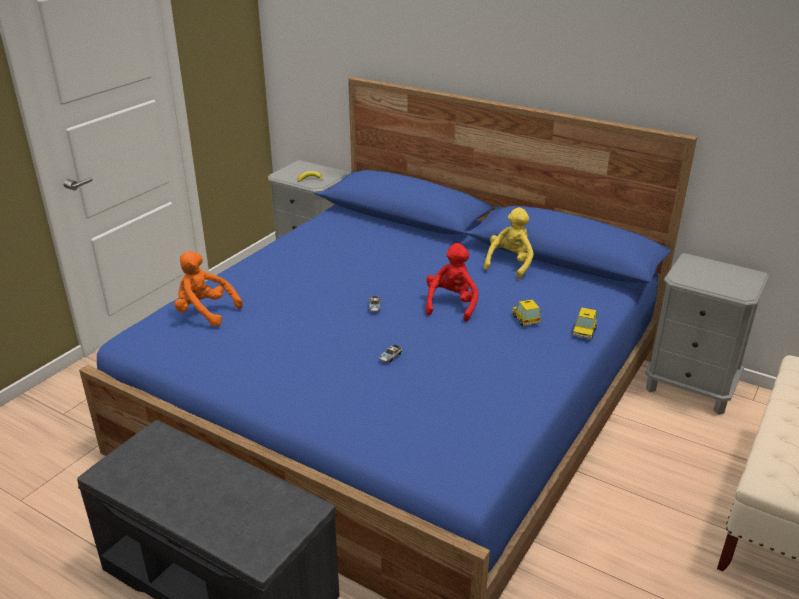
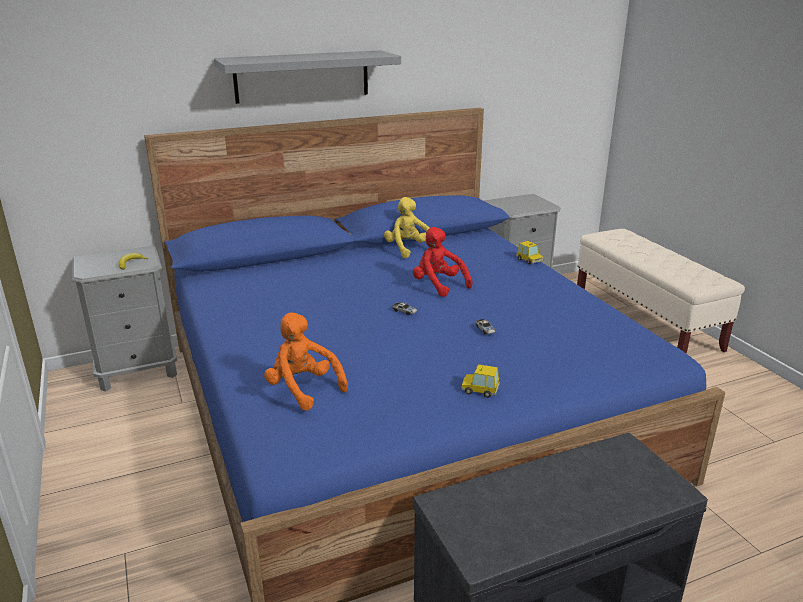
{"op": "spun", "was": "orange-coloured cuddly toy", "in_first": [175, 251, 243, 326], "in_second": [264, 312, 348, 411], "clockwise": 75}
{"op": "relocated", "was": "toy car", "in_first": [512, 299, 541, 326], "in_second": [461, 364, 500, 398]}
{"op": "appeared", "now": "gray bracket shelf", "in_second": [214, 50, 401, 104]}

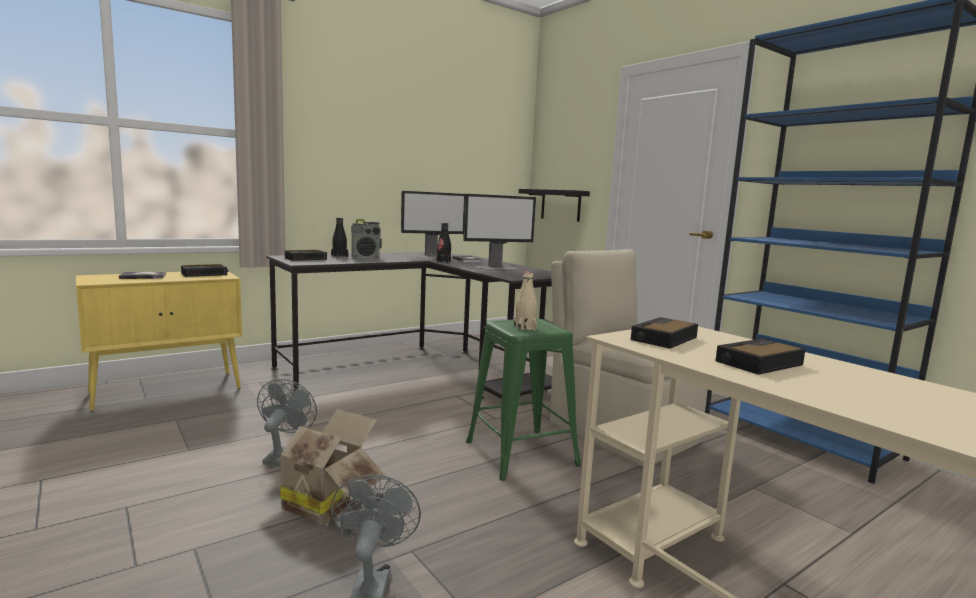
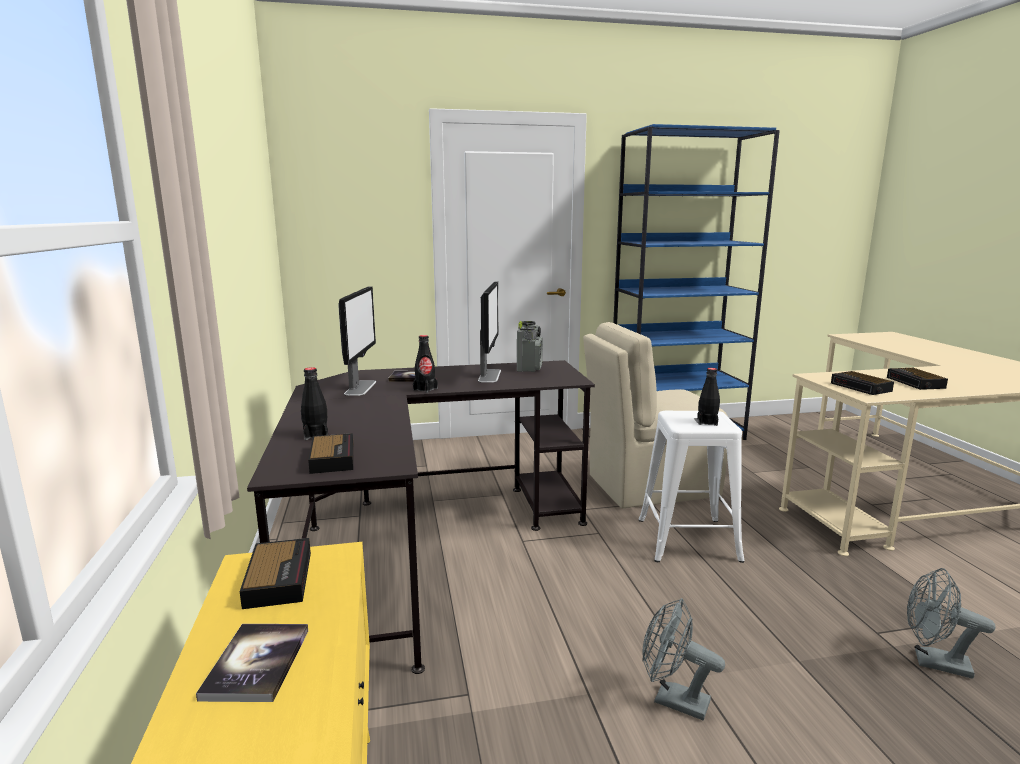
{"op": "missing", "was": "packing box", "in_first": [258, 409, 386, 525]}
{"op": "relocated", "was": "radio receiver", "in_first": [351, 219, 382, 260], "in_second": [517, 321, 543, 372]}
{"op": "colour", "was": "greenish stool", "now": "white-coloured stool", "in_first": [466, 318, 581, 481], "in_second": [638, 411, 744, 563]}
{"op": "colour", "was": "beige-coloured beverage bottle", "now": "blackish beverage bottle", "in_first": [514, 271, 537, 331], "in_second": [697, 368, 720, 426]}
{"op": "missing", "was": "blackish bracket shelf", "in_first": [519, 189, 590, 222]}

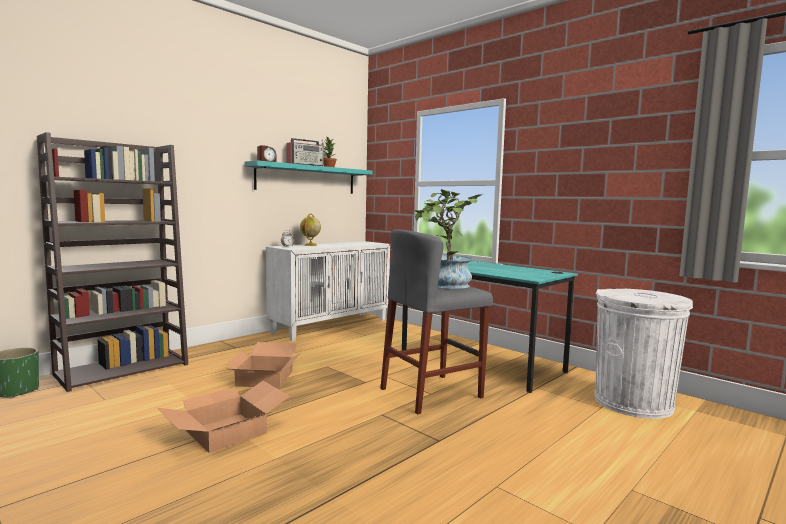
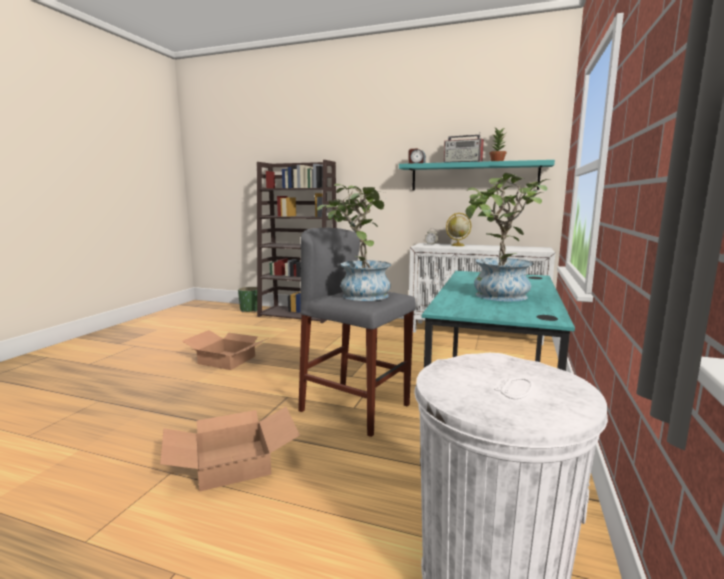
{"op": "relocated", "was": "packing box", "in_first": [226, 342, 300, 388], "in_second": [160, 407, 300, 491]}
{"op": "appeared", "now": "plant in a pot", "in_second": [465, 173, 549, 302]}

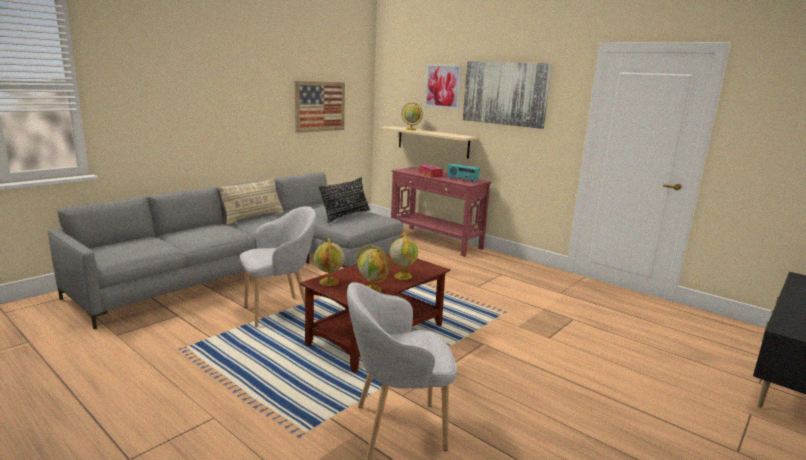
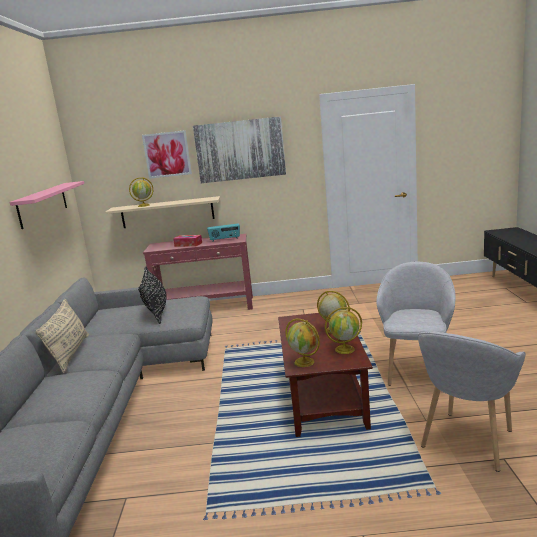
{"op": "relocated", "was": "gray armchair", "in_first": [240, 206, 316, 328], "in_second": [377, 262, 455, 386]}
{"op": "exchanged", "was": "picture", "now": "pinkish bracket shelf", "in_first": [295, 81, 345, 133], "in_second": [9, 181, 84, 229]}

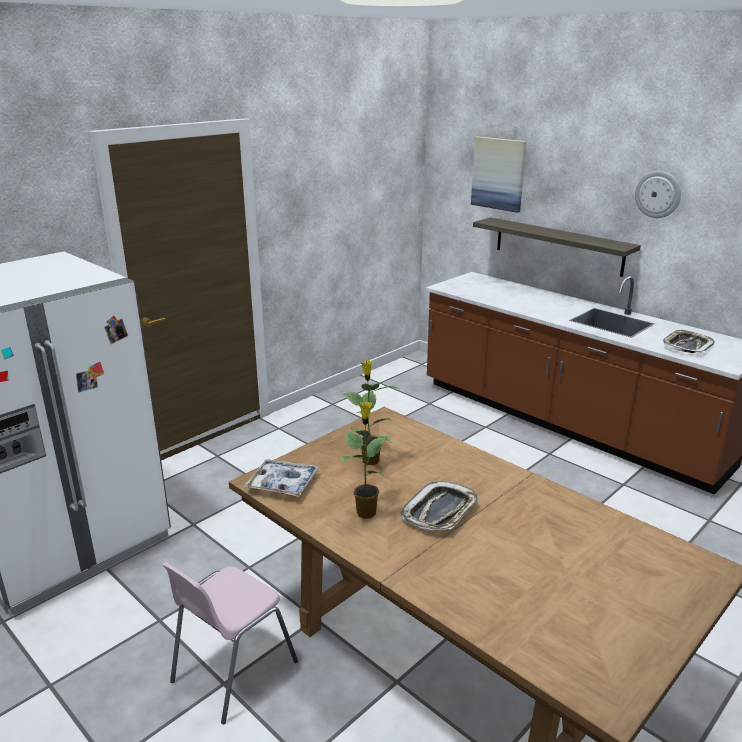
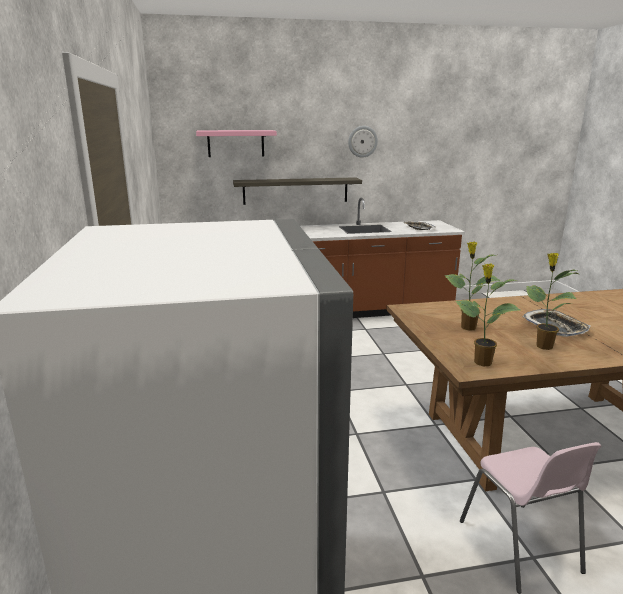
{"op": "exchanged", "was": "tray", "now": "plant in a pot", "in_first": [243, 459, 319, 497], "in_second": [455, 263, 521, 366]}
{"op": "exchanged", "was": "picture", "now": "pinkish bracket shelf", "in_first": [471, 136, 526, 213], "in_second": [196, 130, 277, 157]}

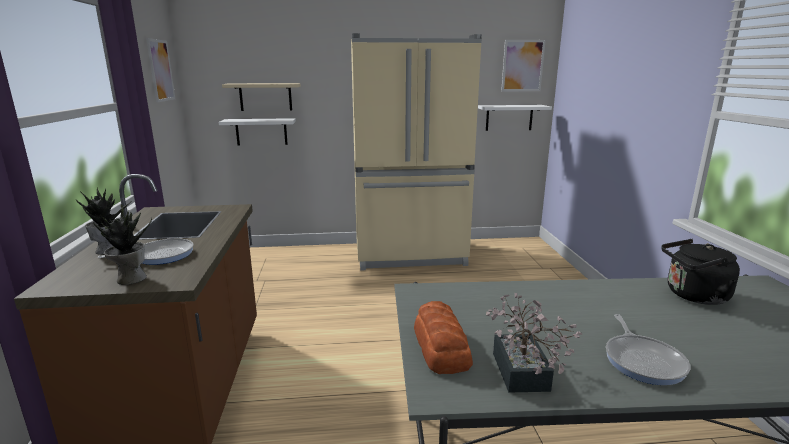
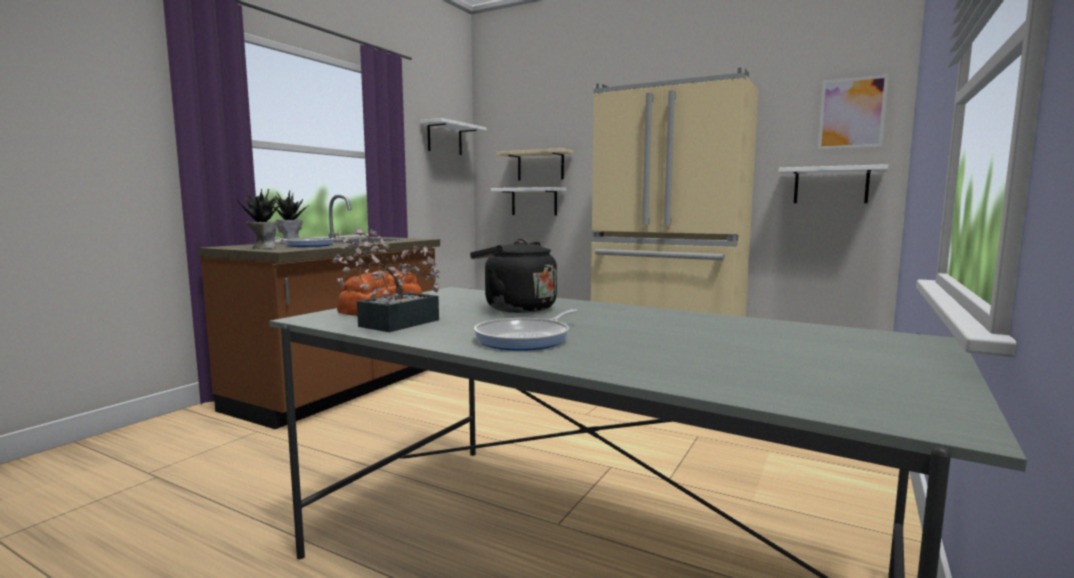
{"op": "exchanged", "was": "picture", "now": "white-coloured bracket shelf", "in_first": [146, 38, 175, 102], "in_second": [420, 118, 487, 155]}
{"op": "relocated", "was": "blackish kettle", "in_first": [661, 239, 740, 305], "in_second": [470, 239, 557, 313]}

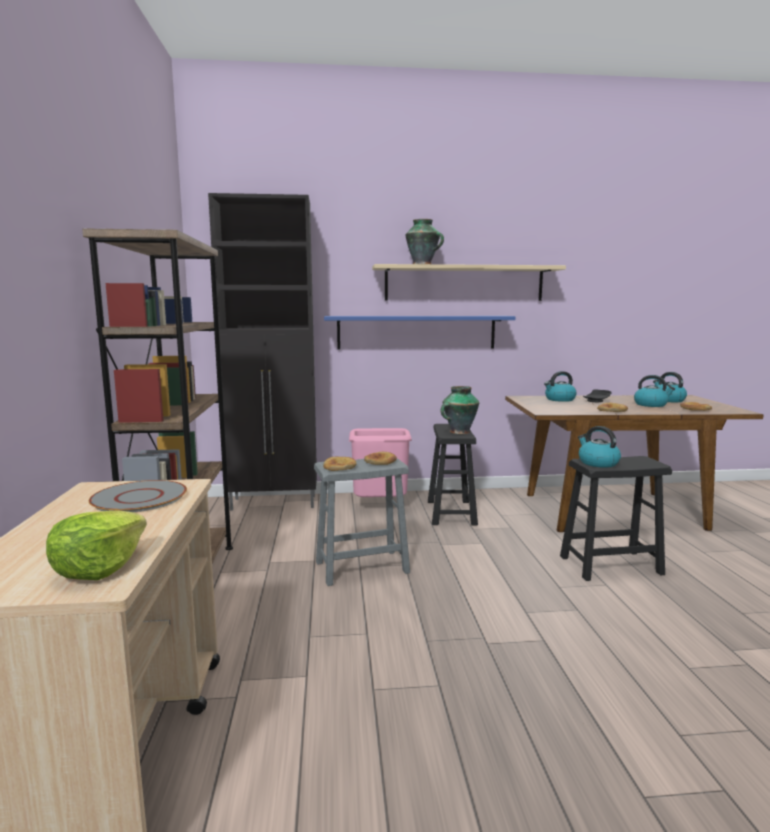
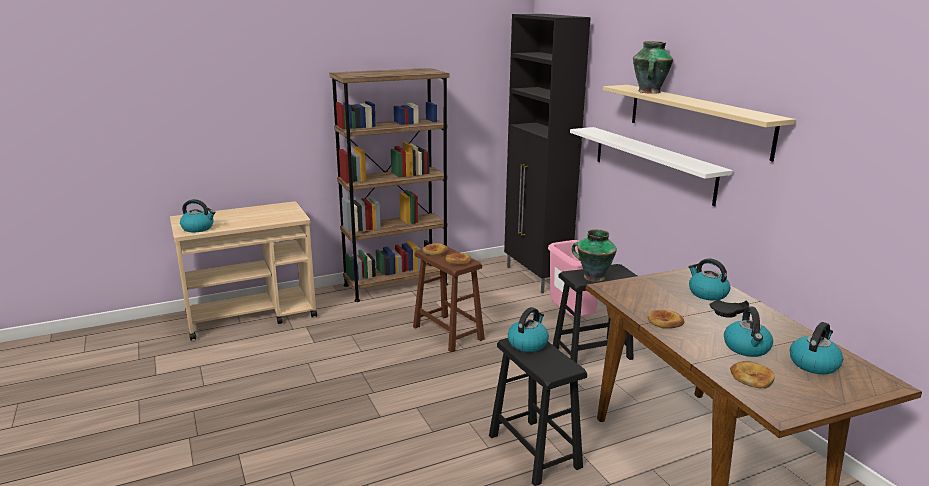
{"op": "exchanged", "was": "head of lettuce", "now": "kettle", "in_first": [46, 511, 147, 580], "in_second": [180, 199, 216, 232]}
{"op": "missing", "was": "gray plate", "in_first": [89, 480, 187, 512]}
{"op": "colour", "was": "gray stool", "now": "brownish stool", "in_first": [314, 458, 410, 586], "in_second": [413, 245, 485, 352]}
{"op": "colour", "was": "blue bracket shelf", "now": "white-coloured bracket shelf", "in_first": [324, 316, 516, 350], "in_second": [570, 127, 733, 206]}

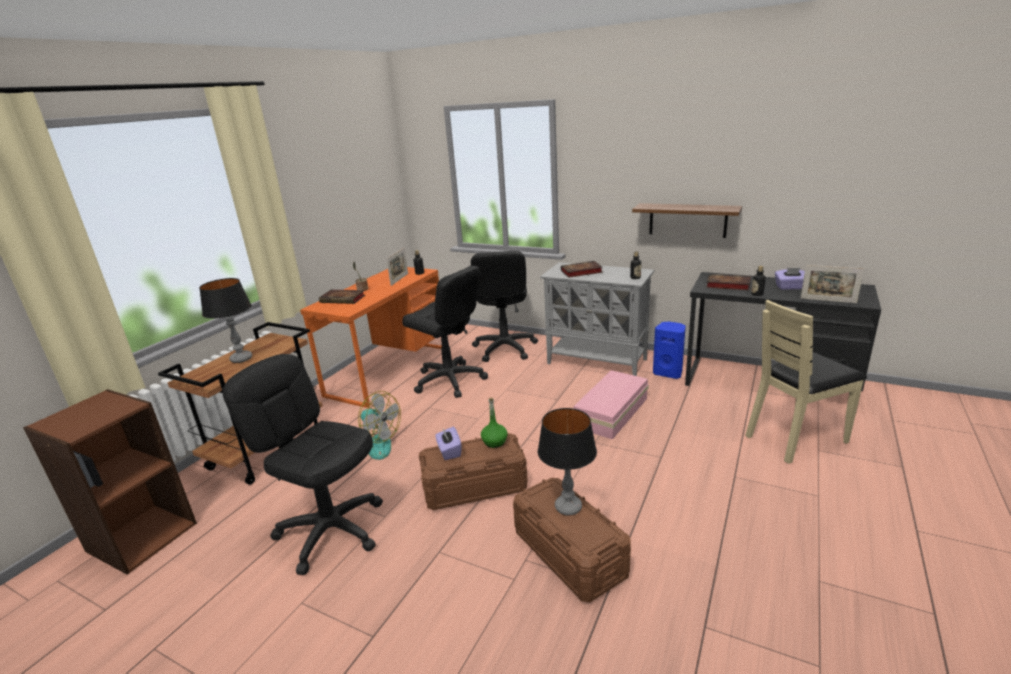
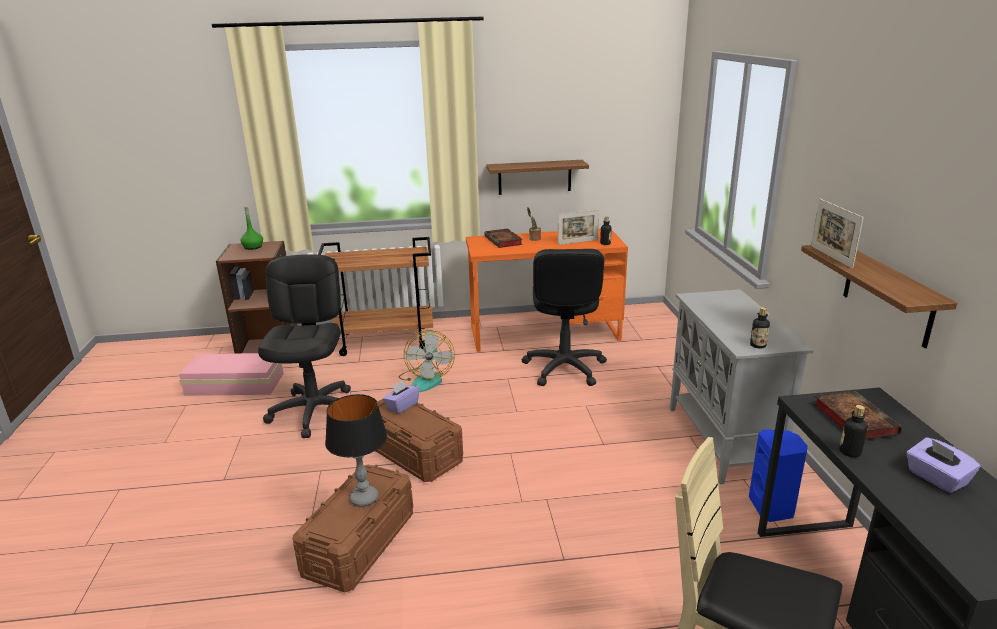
{"op": "missing", "was": "lamp for a table", "in_first": [199, 278, 252, 363]}
{"op": "missing", "was": "blackish desk chair", "in_first": [471, 251, 538, 362]}
{"op": "relocated", "was": "greenish beverage bottle", "in_first": [481, 397, 508, 448], "in_second": [240, 207, 263, 250]}
{"op": "missing", "was": "volume", "in_first": [561, 261, 603, 278]}
{"op": "relocated", "was": "pinkish storage bin", "in_first": [573, 370, 649, 439], "in_second": [179, 353, 284, 396]}
{"op": "relocated", "was": "standing frame", "in_first": [800, 265, 864, 303], "in_second": [811, 199, 864, 269]}
{"op": "appeared", "now": "bracket shelf", "in_second": [486, 160, 589, 195]}

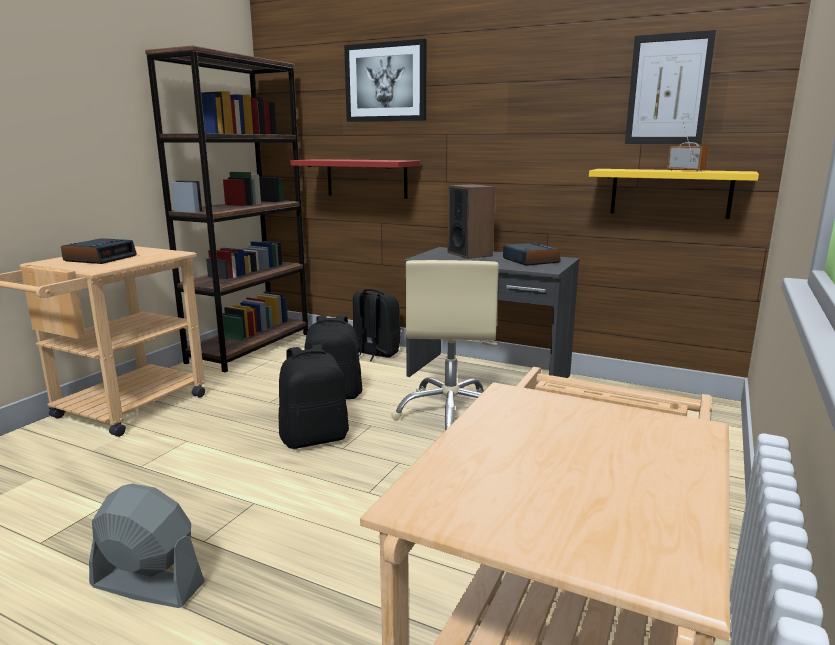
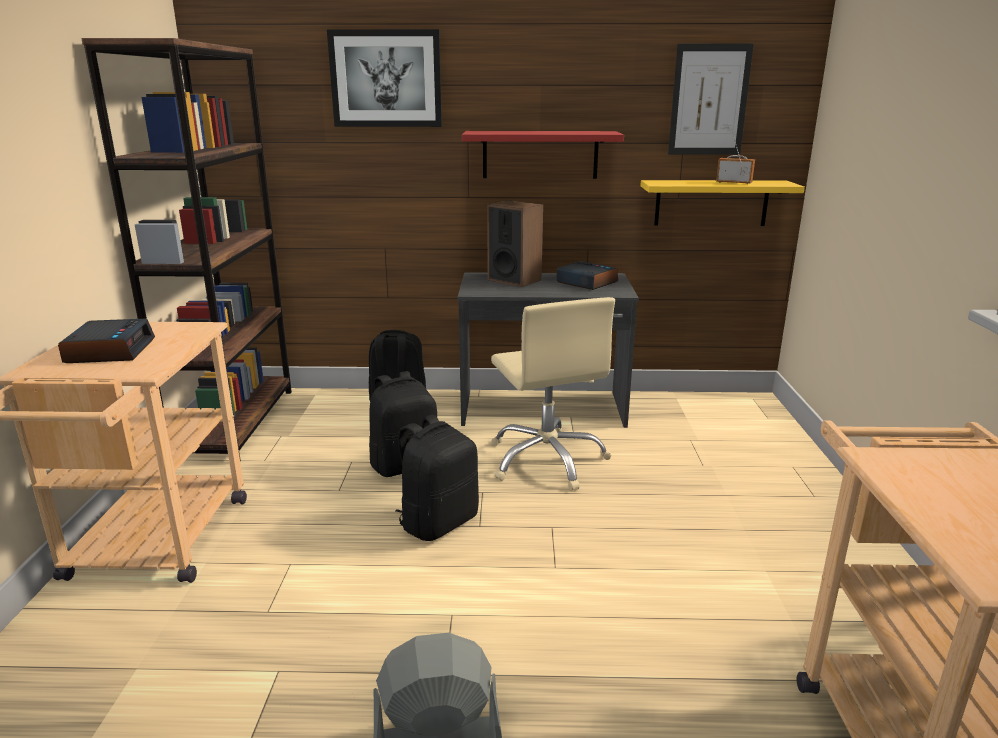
{"op": "relocated", "was": "reddish bracket shelf", "in_first": [291, 159, 420, 199], "in_second": [462, 131, 624, 179]}

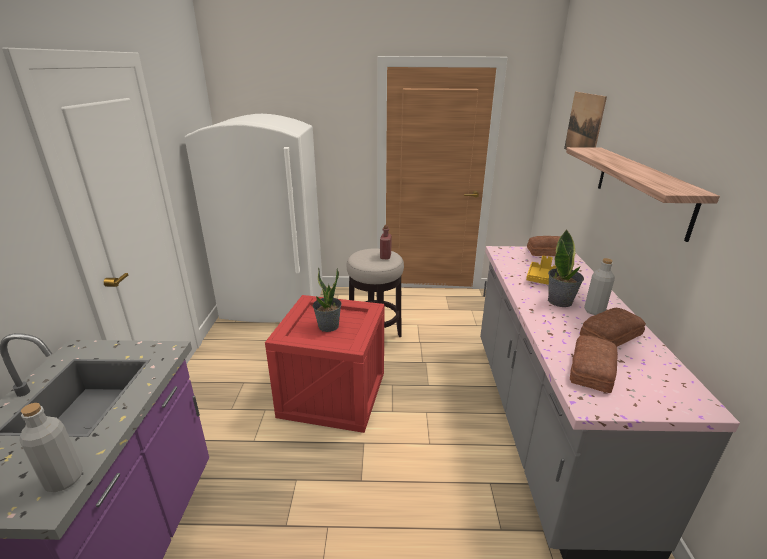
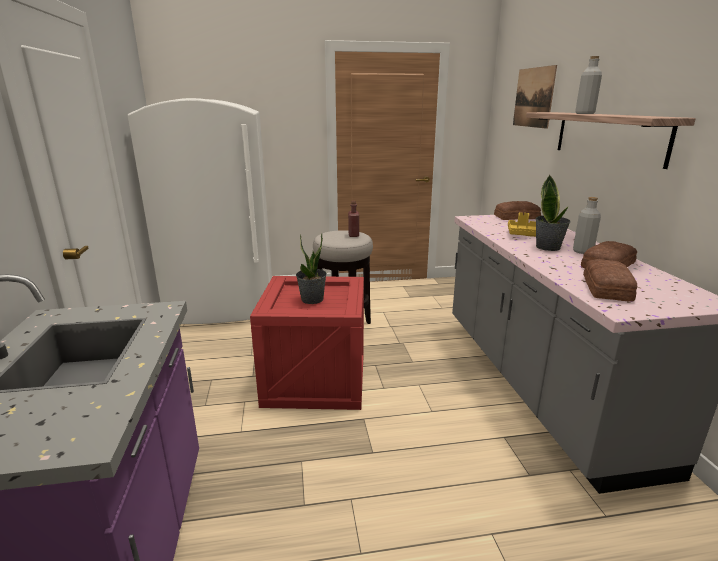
{"op": "relocated", "was": "gray beverage bottle", "in_first": [20, 403, 83, 492], "in_second": [575, 56, 602, 114]}

